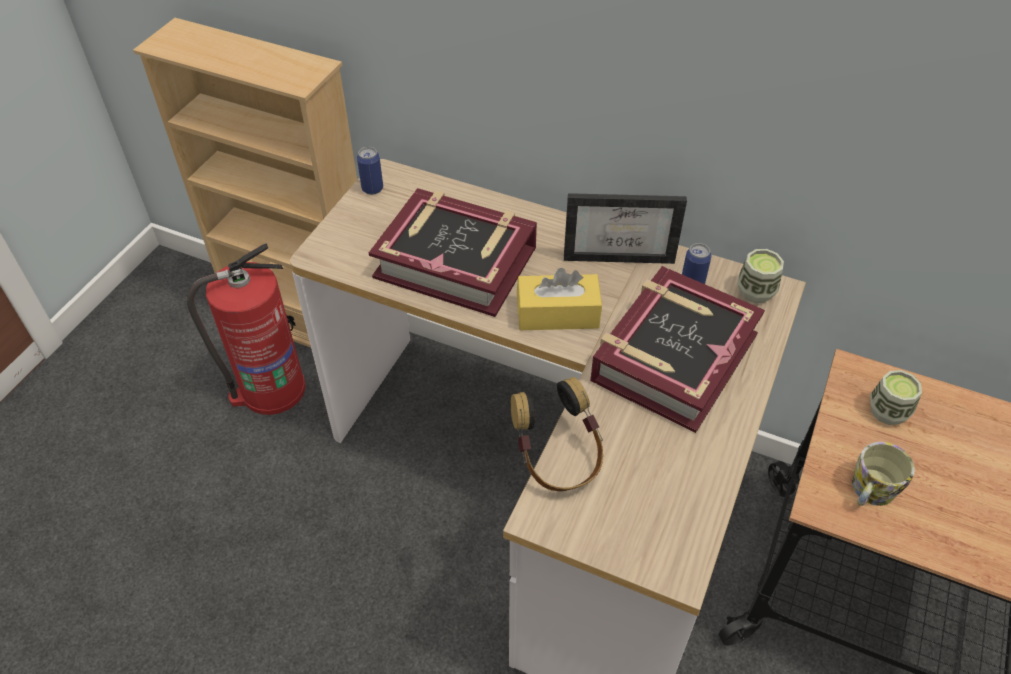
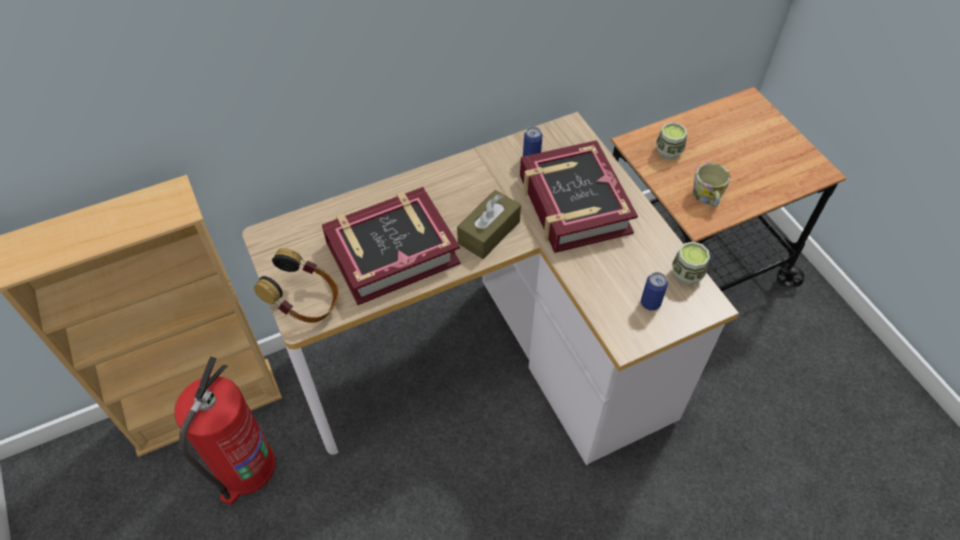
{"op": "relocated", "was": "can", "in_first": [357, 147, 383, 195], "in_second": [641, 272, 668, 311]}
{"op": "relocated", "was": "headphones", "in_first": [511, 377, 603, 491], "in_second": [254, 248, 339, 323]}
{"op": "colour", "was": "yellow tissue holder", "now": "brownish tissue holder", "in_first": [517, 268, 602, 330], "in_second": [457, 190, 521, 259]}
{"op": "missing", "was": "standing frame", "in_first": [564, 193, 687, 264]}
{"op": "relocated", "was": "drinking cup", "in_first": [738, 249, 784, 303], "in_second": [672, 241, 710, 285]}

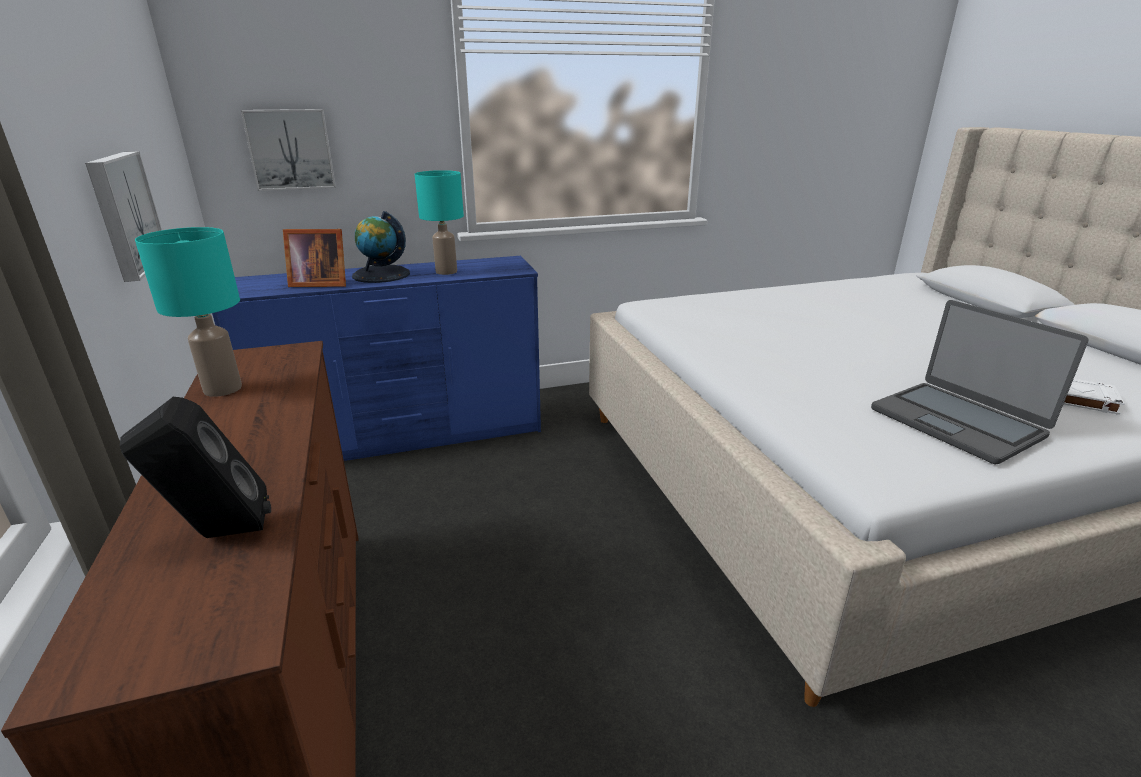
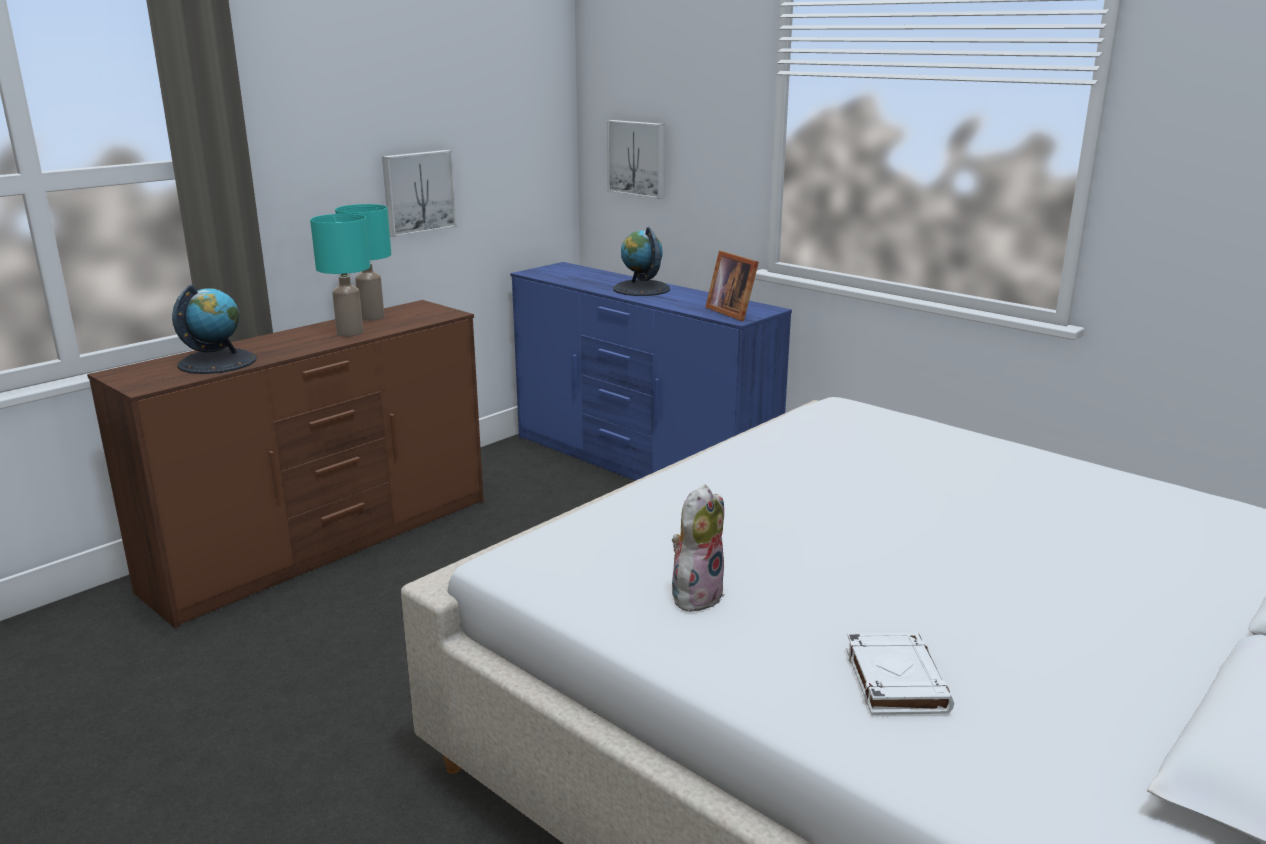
{"op": "exchanged", "was": "blackish audio speaker", "now": "world globe", "in_first": [120, 397, 271, 538], "in_second": [172, 284, 257, 374]}
{"op": "relocated", "was": "standing frame", "in_first": [283, 229, 346, 287], "in_second": [705, 251, 759, 321]}
{"op": "relocated", "was": "blue-green lamp for a table", "in_first": [415, 170, 464, 275], "in_second": [310, 214, 370, 337]}
{"op": "exchanged", "was": "portable computer", "now": "cuddly toy", "in_first": [871, 300, 1089, 464], "in_second": [672, 484, 725, 614]}

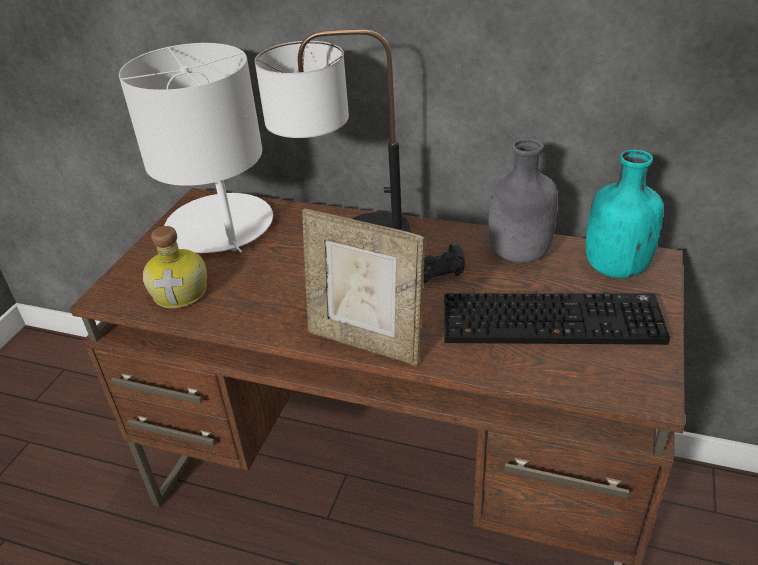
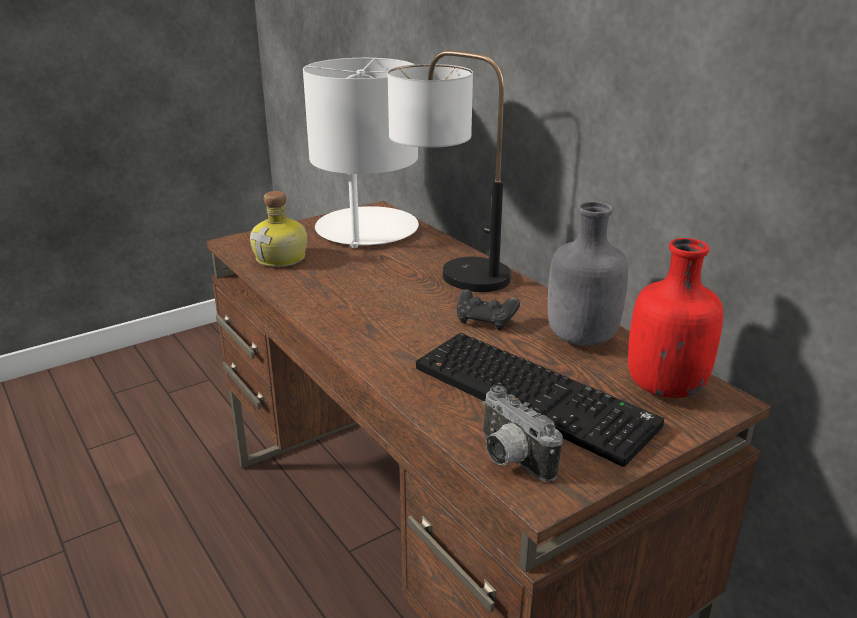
{"op": "missing", "was": "standing frame", "in_first": [302, 208, 425, 366]}
{"op": "colour", "was": "blue-green beverage bottle", "now": "reddish beverage bottle", "in_first": [586, 150, 664, 278], "in_second": [628, 238, 723, 398]}
{"op": "appeared", "now": "photo camera", "in_second": [482, 385, 563, 482]}

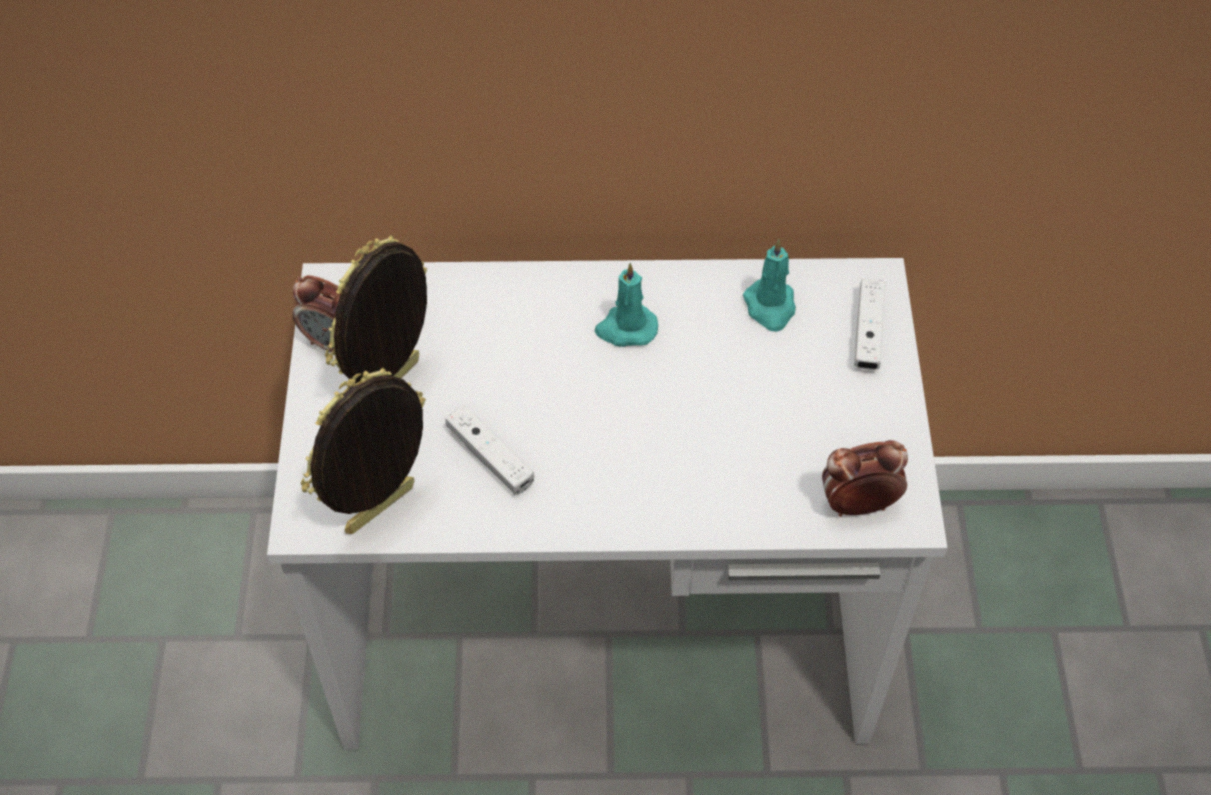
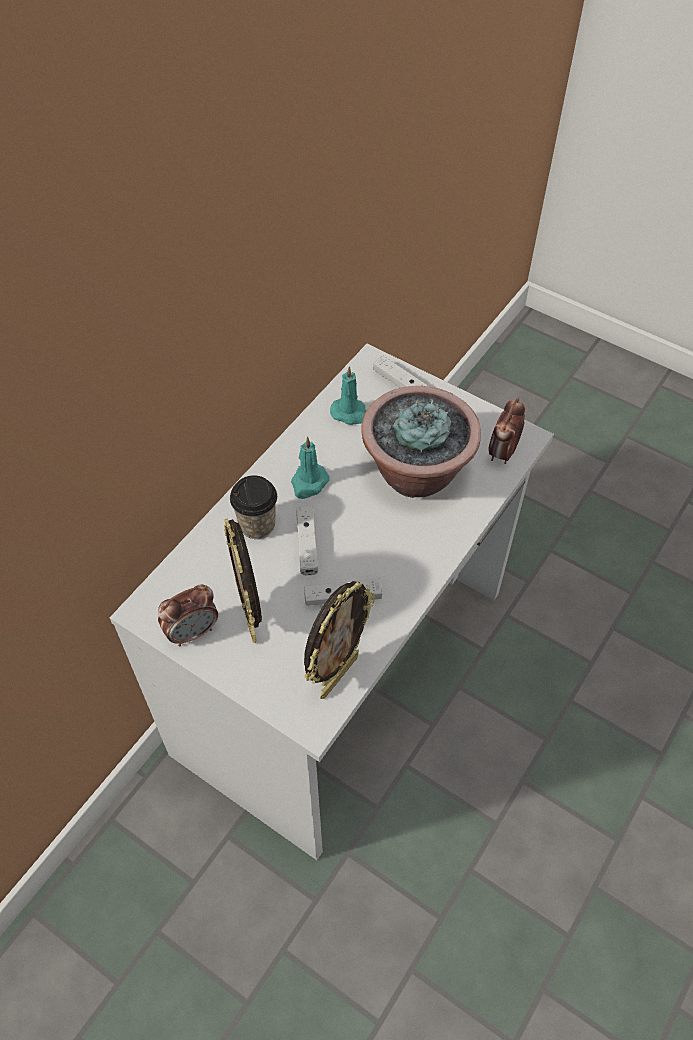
{"op": "spun", "was": "standing frame", "in_first": [301, 367, 426, 534], "in_second": [304, 581, 375, 699], "clockwise": -135}
{"op": "appeared", "now": "drinking cup", "in_second": [230, 475, 277, 539]}
{"op": "appeared", "now": "white-coloured gamepad", "in_second": [296, 506, 318, 575]}
{"op": "appeared", "now": "plant in a pot", "in_second": [361, 386, 481, 498]}

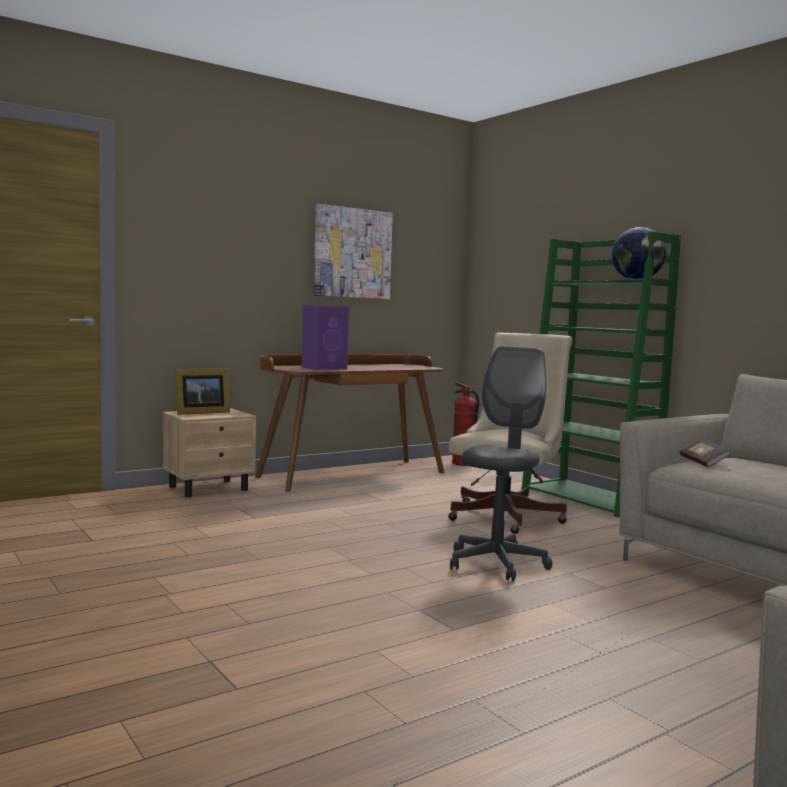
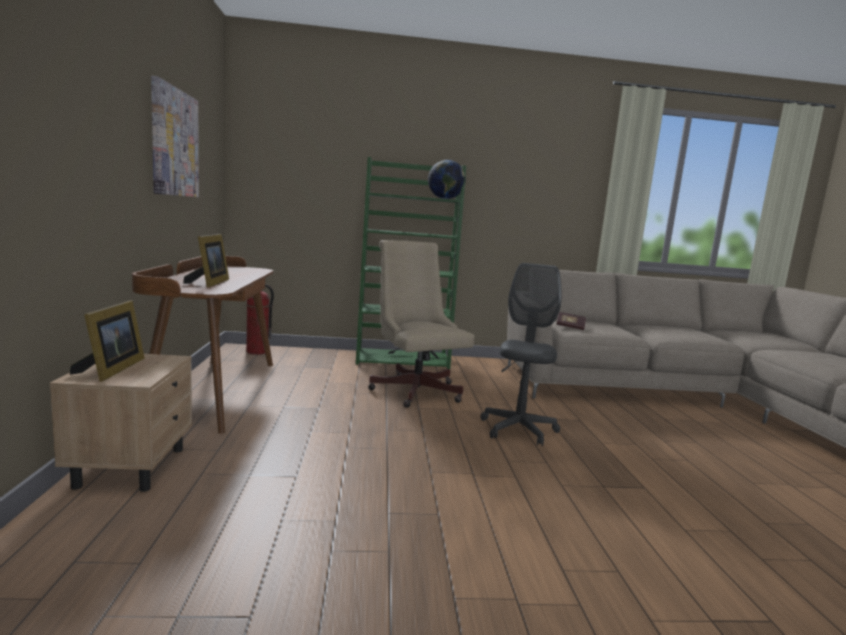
{"op": "exchanged", "was": "purple audio speaker", "now": "standing frame", "in_first": [302, 305, 349, 370], "in_second": [183, 234, 229, 287]}
{"op": "spun", "was": "gray desk chair", "in_first": [450, 346, 553, 581], "in_second": [480, 263, 562, 446], "clockwise": 45}

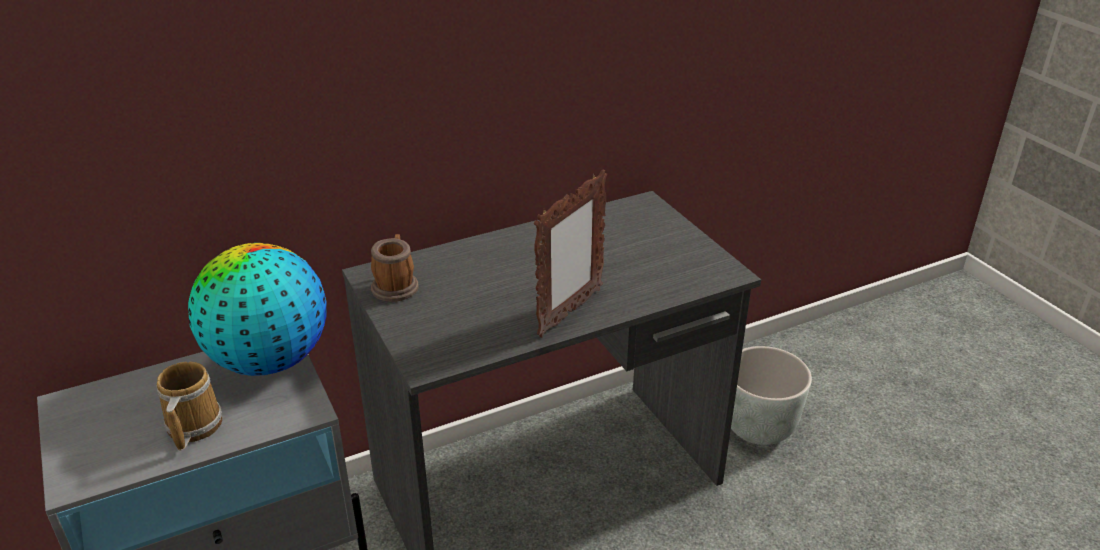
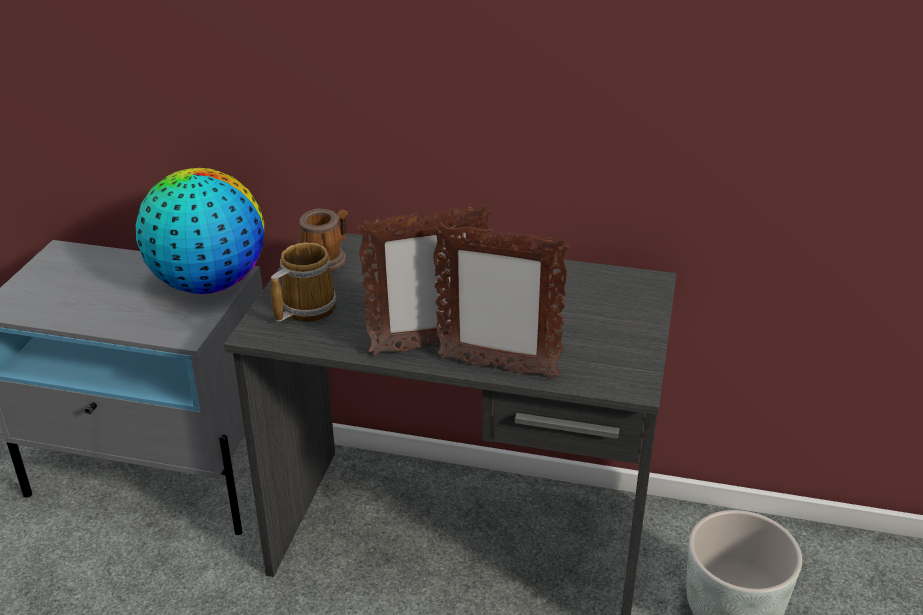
{"op": "relocated", "was": "coffee mug", "in_first": [157, 361, 222, 450], "in_second": [271, 242, 336, 322]}
{"op": "appeared", "now": "standing frame", "in_second": [432, 223, 570, 379]}

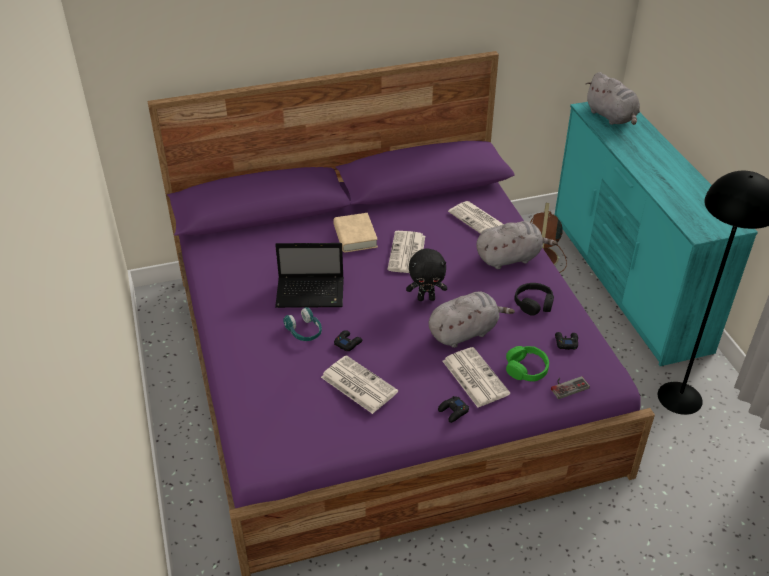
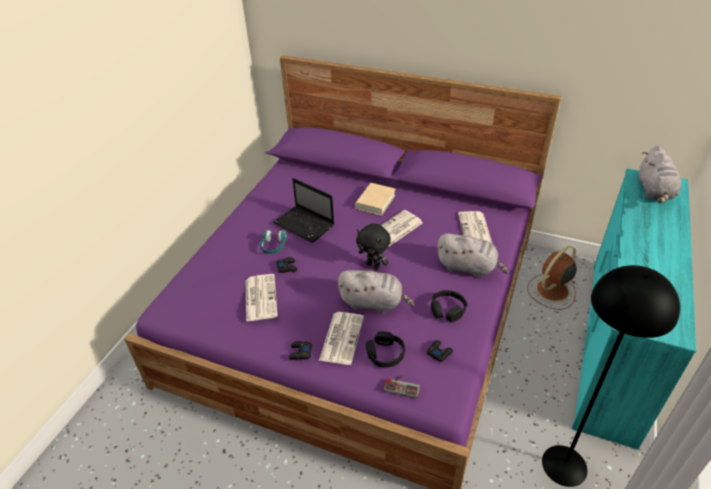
{"op": "colour", "was": "greenish headphones", "now": "blackish headphones", "in_first": [506, 346, 549, 382], "in_second": [366, 331, 405, 368]}

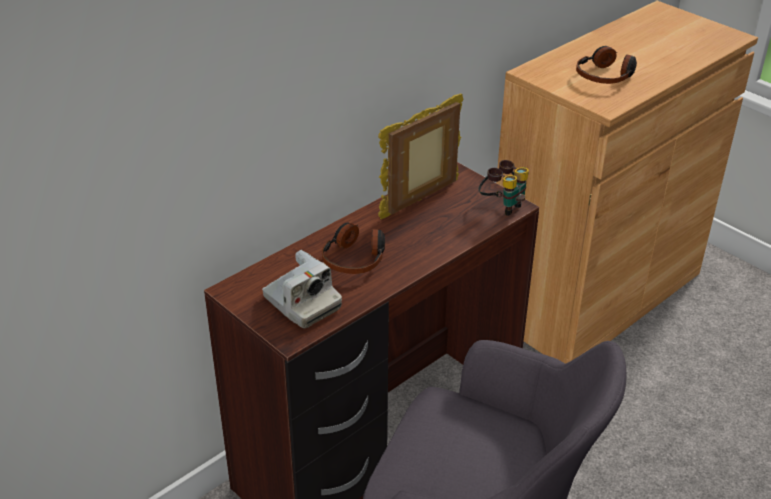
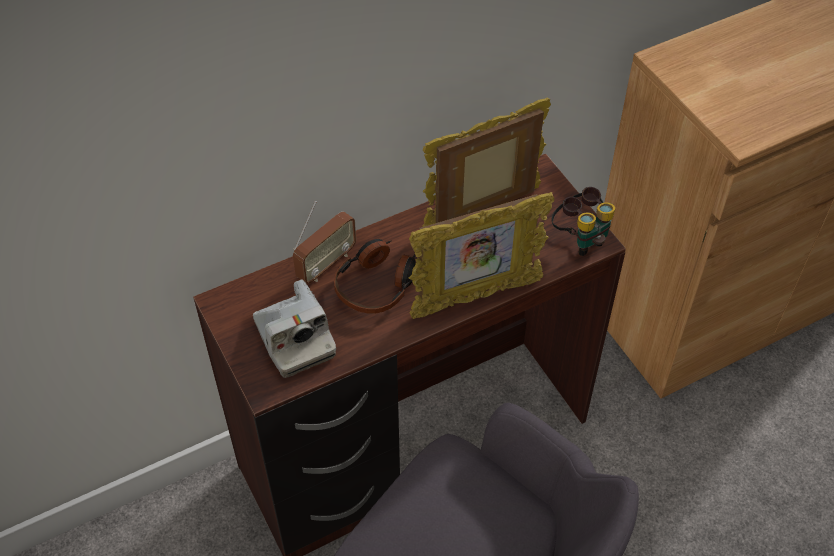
{"op": "missing", "was": "headphones", "in_first": [576, 46, 637, 84]}
{"op": "appeared", "now": "radio receiver", "in_second": [293, 201, 356, 284]}
{"op": "appeared", "now": "standing frame", "in_second": [409, 192, 554, 319]}

